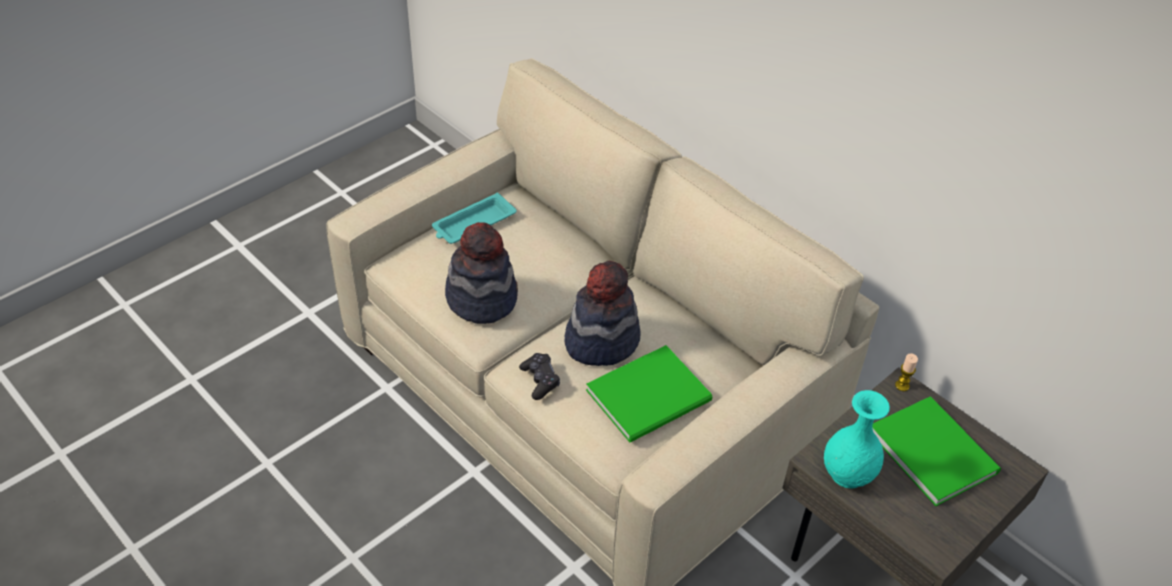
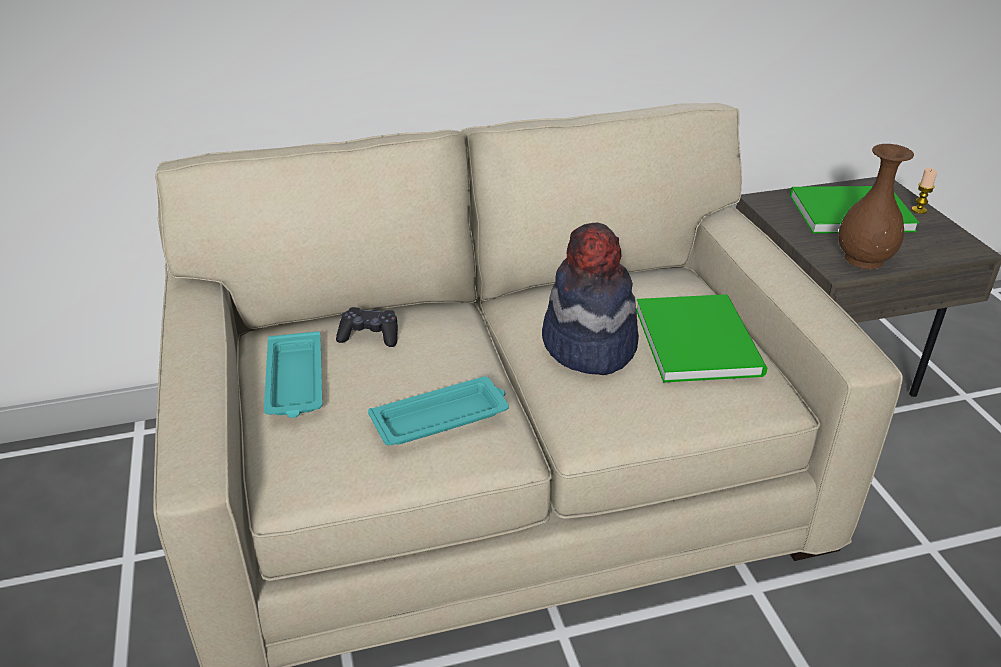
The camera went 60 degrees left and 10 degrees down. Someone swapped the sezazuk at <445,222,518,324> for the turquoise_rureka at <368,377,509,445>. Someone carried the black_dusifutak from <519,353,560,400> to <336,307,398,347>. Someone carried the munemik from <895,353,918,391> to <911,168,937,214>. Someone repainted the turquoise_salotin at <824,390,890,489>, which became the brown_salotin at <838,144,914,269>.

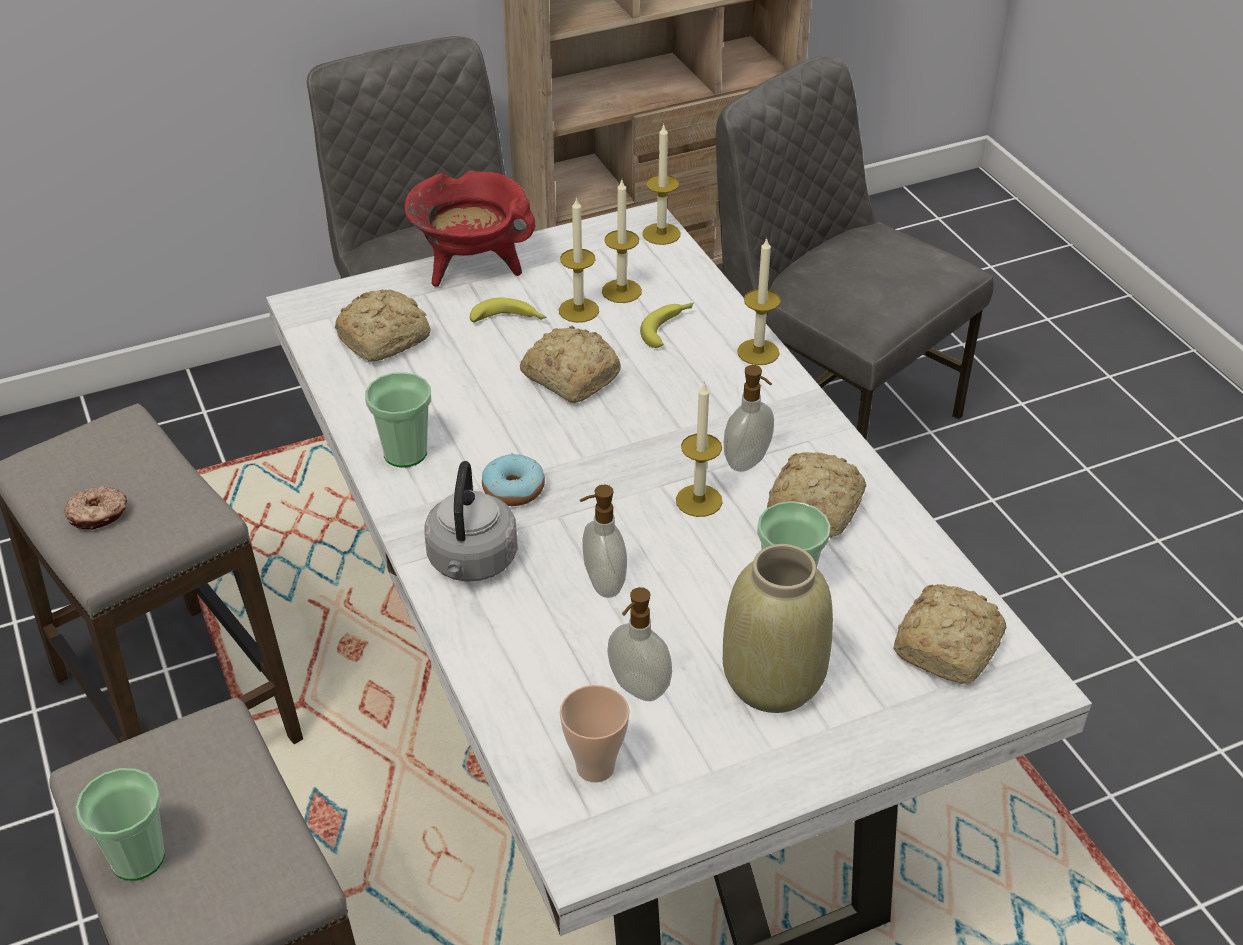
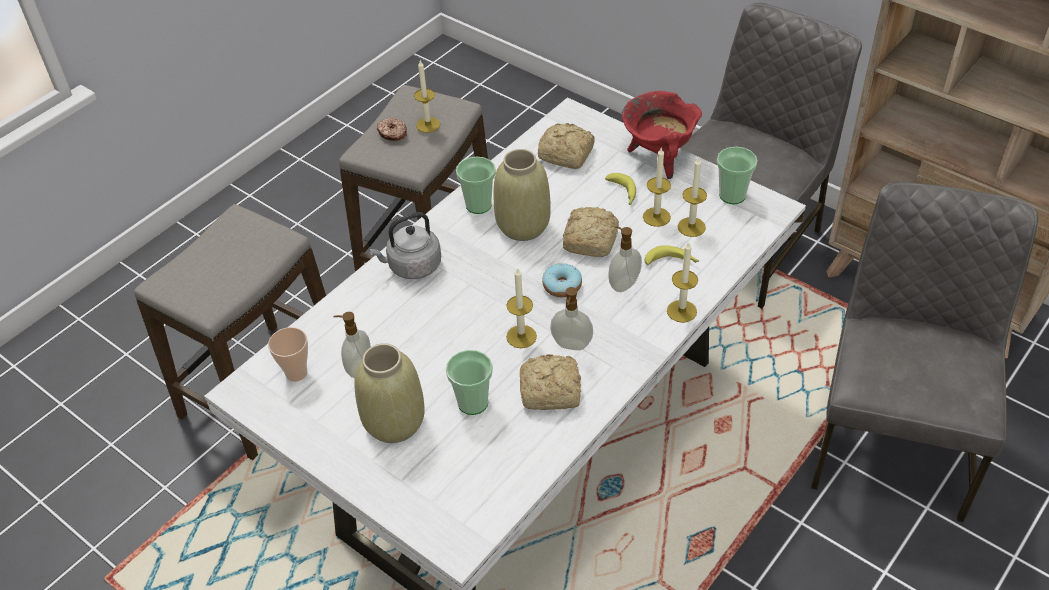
The camera went 65 degrees right and 5 degrees up. Someone carried the munemik from <643,125,681,245> to <414,60,440,133>. Someone carried the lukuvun from <482,453,545,506> to <542,264,582,297>. Someone carried the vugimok from <580,485,627,598> to <608,226,642,292>. Someone took away the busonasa at <893,584,1007,684>. Someone carried the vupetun from <76,768,165,881> to <717,147,758,204>. Someone put down the beige_salotin at <494,149,551,241>.

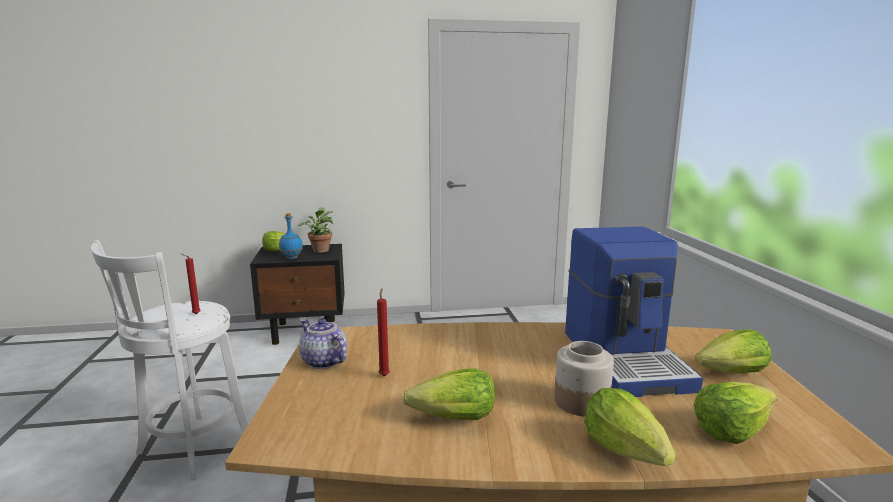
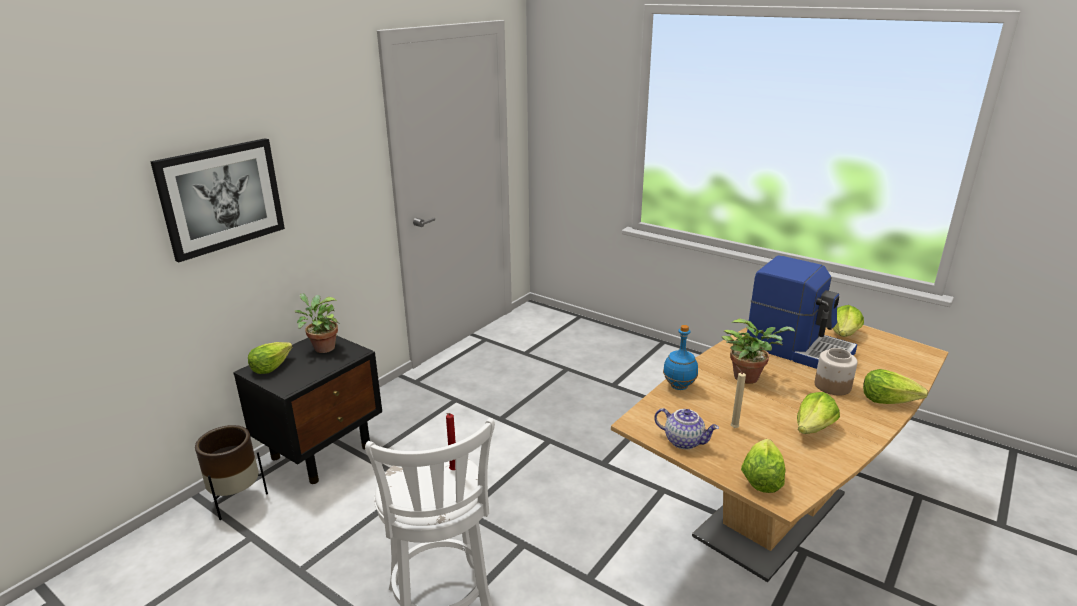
The camera went 45 degrees left and 10 degrees up. Someone carried the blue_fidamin from <279,213,303,259> to <663,325,698,390>. Someone repainted the red_munemik at <377,288,390,376>, which became the beige_munemik at <730,366,746,428>. Someone rotated the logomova at <299,319,347,369> by 150 degrees counterclockwise. Someone carried the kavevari from <694,382,777,444> to <741,439,786,493>. Someone put up the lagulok at <150,138,285,262>. Someone put down the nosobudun at <721,318,796,384>. Someone put down the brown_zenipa at <195,425,268,520>.

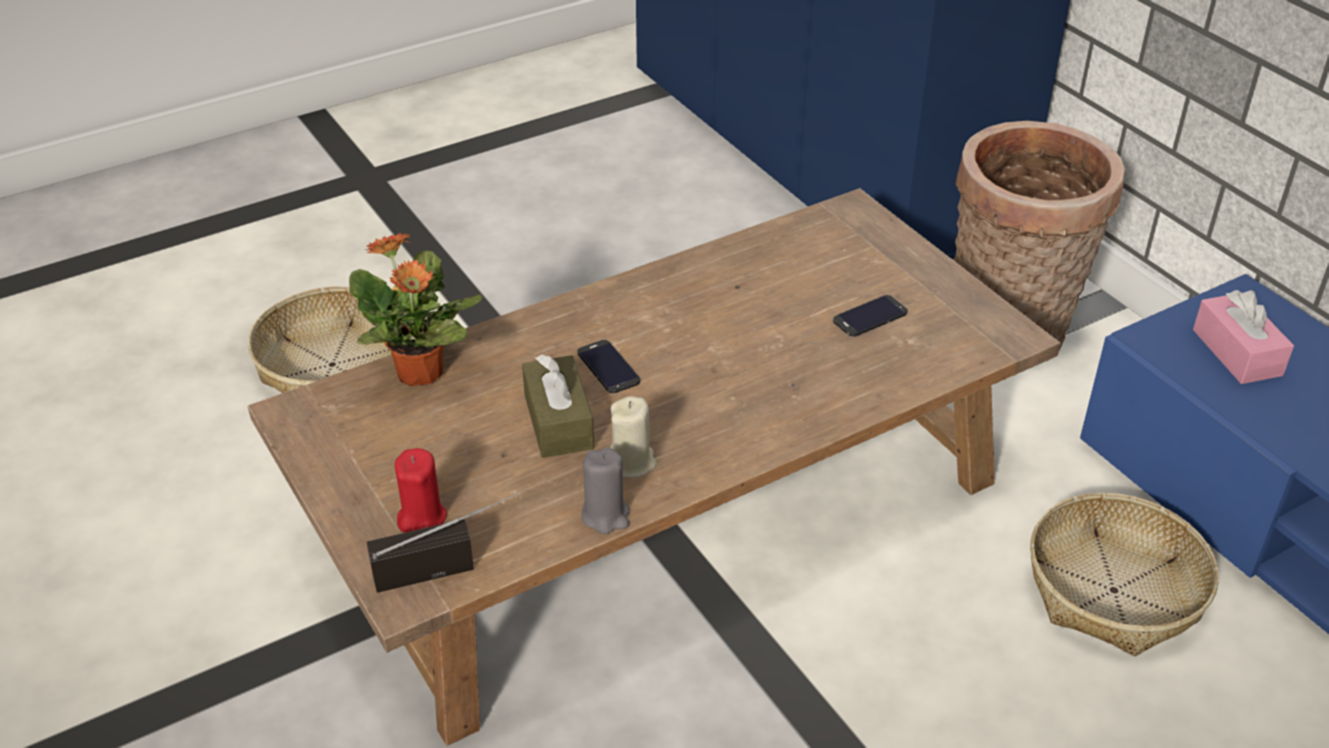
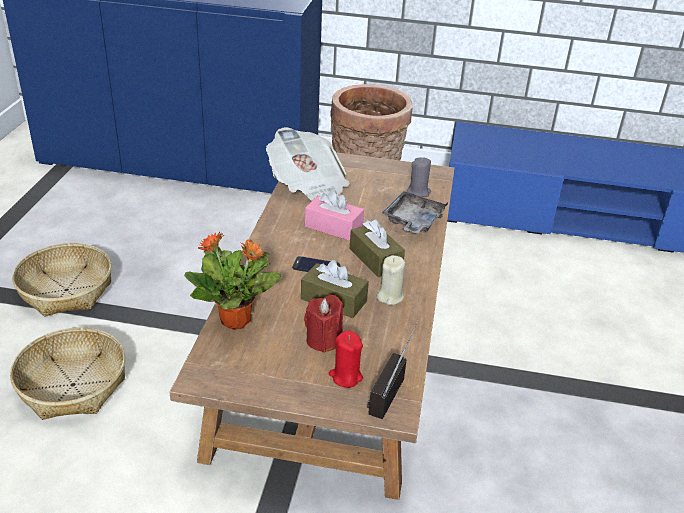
The camera went 50 degrees left and 5 degrees down. Someone carried the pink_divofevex from <1193,290,1294,384> to <305,190,364,241>. Someone took away the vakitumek at <833,295,908,337>. Someone carried the grey_munemik from <582,447,630,534> to <407,157,431,197>. Someone carried the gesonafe from <1030,493,1219,656> to <12,243,112,317>. Someone put down the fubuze at <266,127,350,201>. Someone put down the grey_rureka at <382,191,448,234>. Someone put down the brown_divofevex at <350,219,405,277>. Someone put down the red_munemik at <304,295,343,353>.

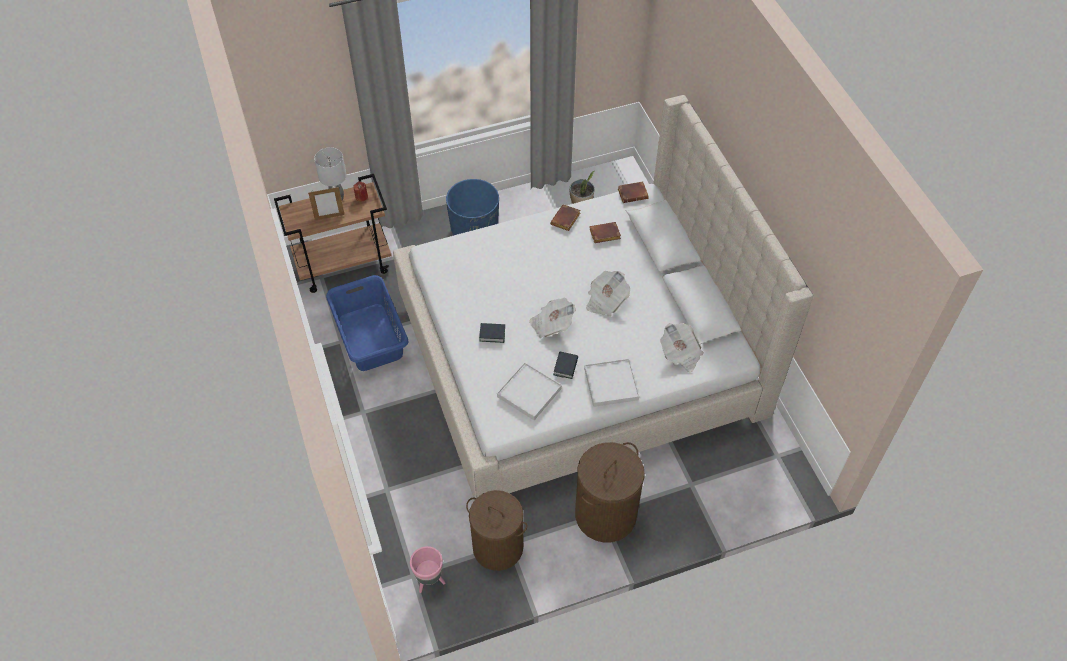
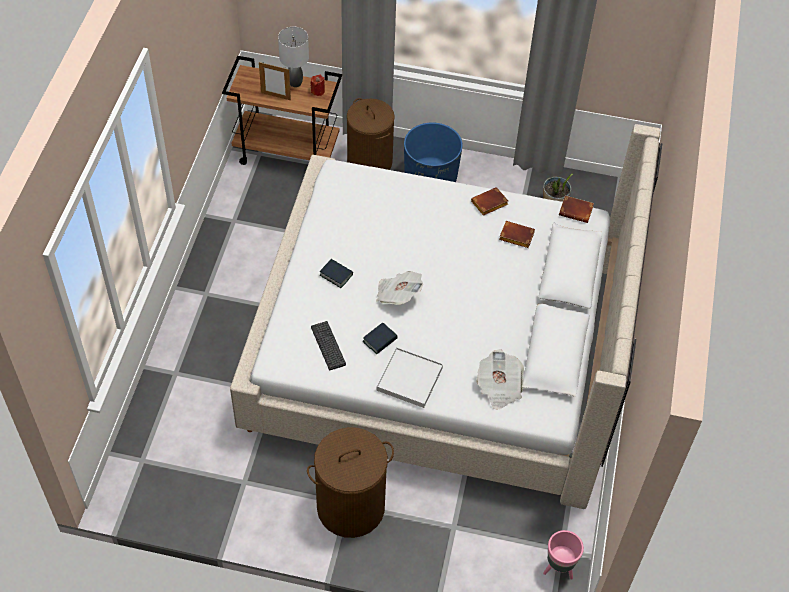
The camera went 30 degrees right and 0 degrees up. Someone took away the fubuze at <586,271,630,317>. Someone took away the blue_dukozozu at <326,275,409,371>. Someone swapped the white_rureka at <497,362,562,420> for the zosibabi at <311,321,346,370>. Someone carried the brown_dukozozu from <466,490,527,571> to <347,98,395,170>. Someone carried the pink_zenipa from <410,546,445,593> to <543,530,584,580>.

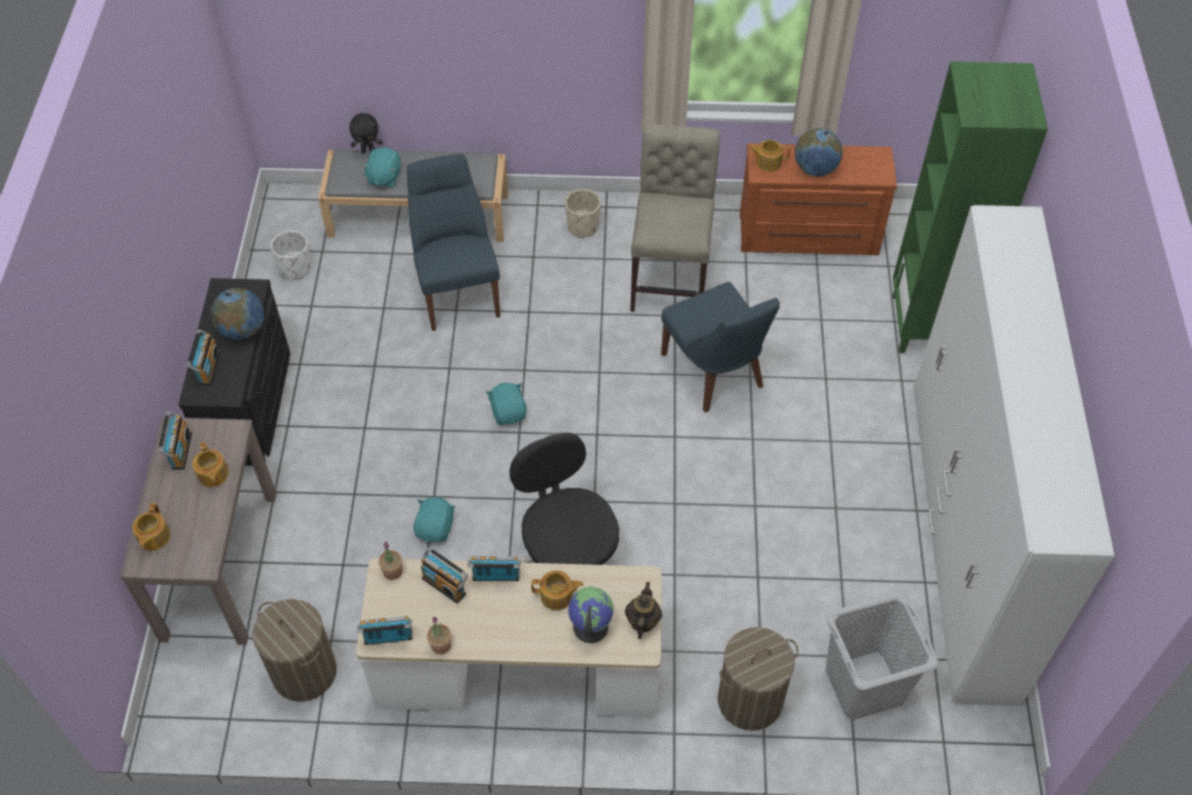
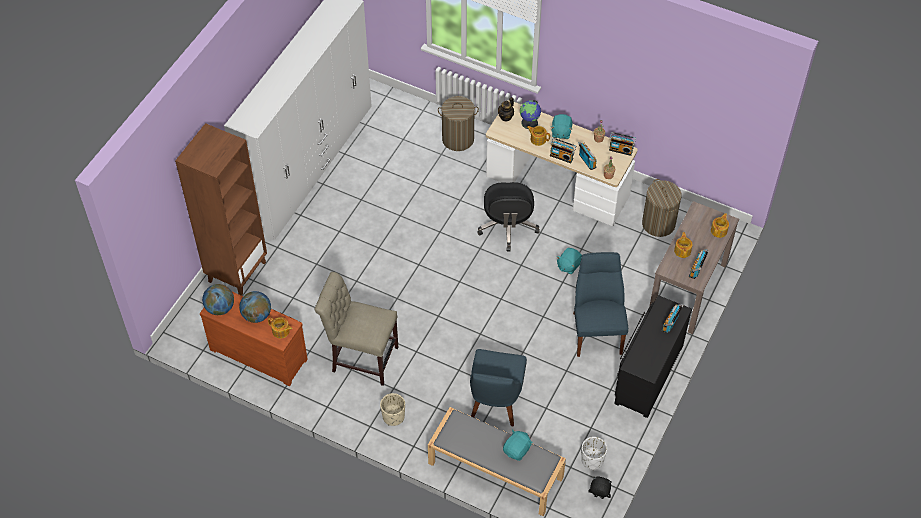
The camera went 155 degrees left and 0 degrees up. Someone repainted the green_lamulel at <893,61,1048,353>, which became the brown_lamulel at <175,123,267,296>. Someone carried the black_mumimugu from <349,113,383,154> to <589,477,611,499>. Someone rotated the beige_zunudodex at <631,123,720,312> by 75 degrees clockwise. Someone carried the blue_zunudodex from <661,282,780,413> to <573,252,628,357>. Someone carried the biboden from <211,288,264,340> to <202,284,234,315>. Someone carried the turquoise_mumimugu from <486,383,527,425> to <551,114,572,139>. Someone took away the grey_dukozozu at <826,592,939,720>.

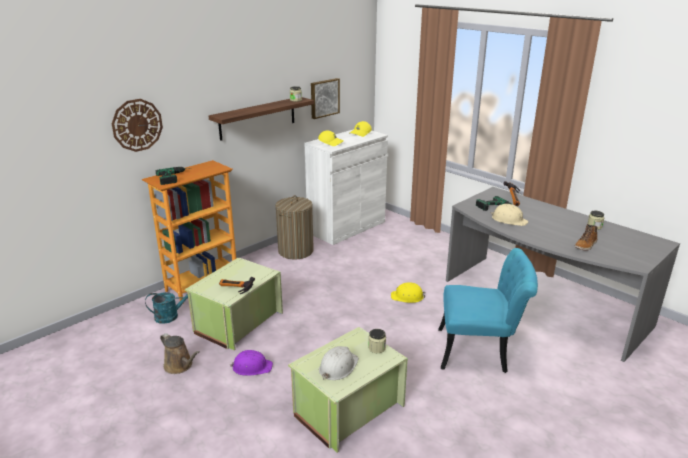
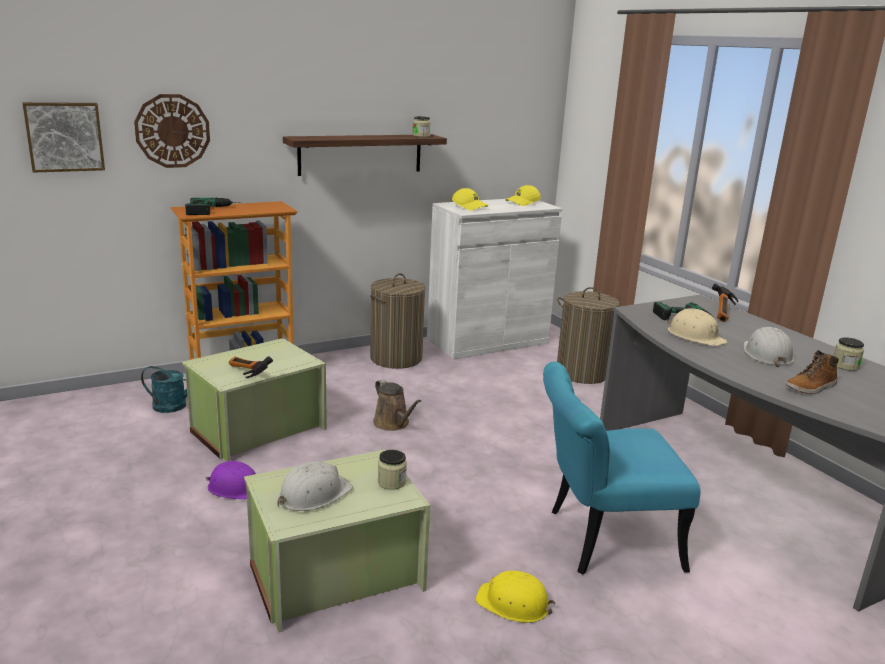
The camera went 15 degrees right and 5 degrees down. Someone carried the lagulok from <311,78,340,119> to <22,102,105,173>. Someone rotated the turquoise_zunudodex at <438,248,538,373> by 150 degrees clockwise. Someone carried the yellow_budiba from <391,282,426,303> to <475,571,555,623>. Someone carried the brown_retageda from <160,333,200,374> to <373,379,421,431>. Someone put down the dukozozu at <557,287,620,384>. Someone put down the white_budiba at <744,327,794,367>.

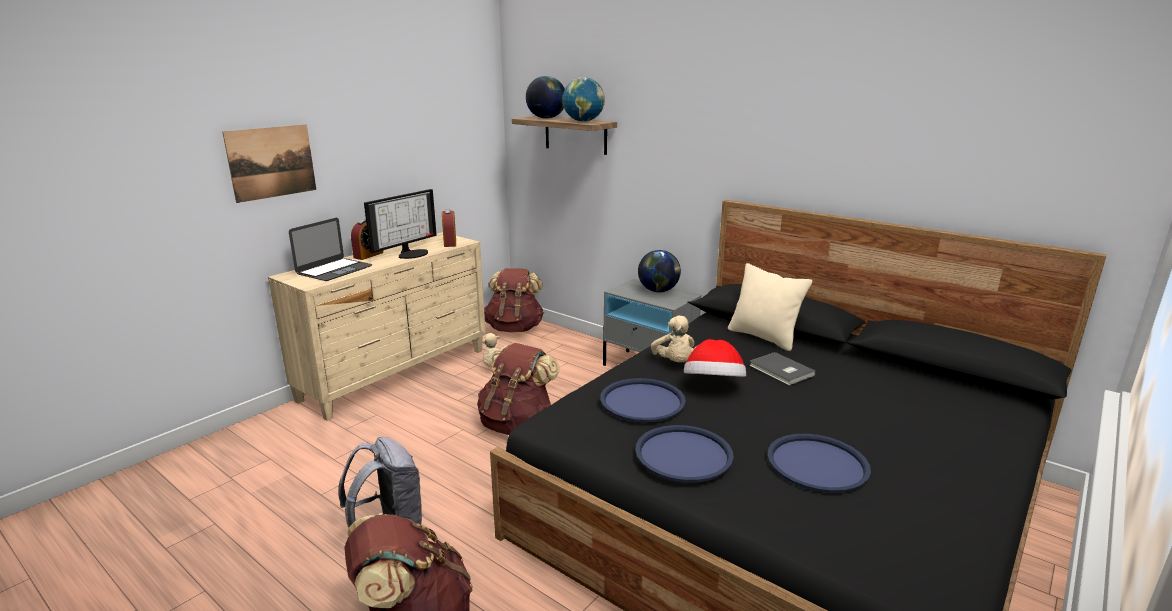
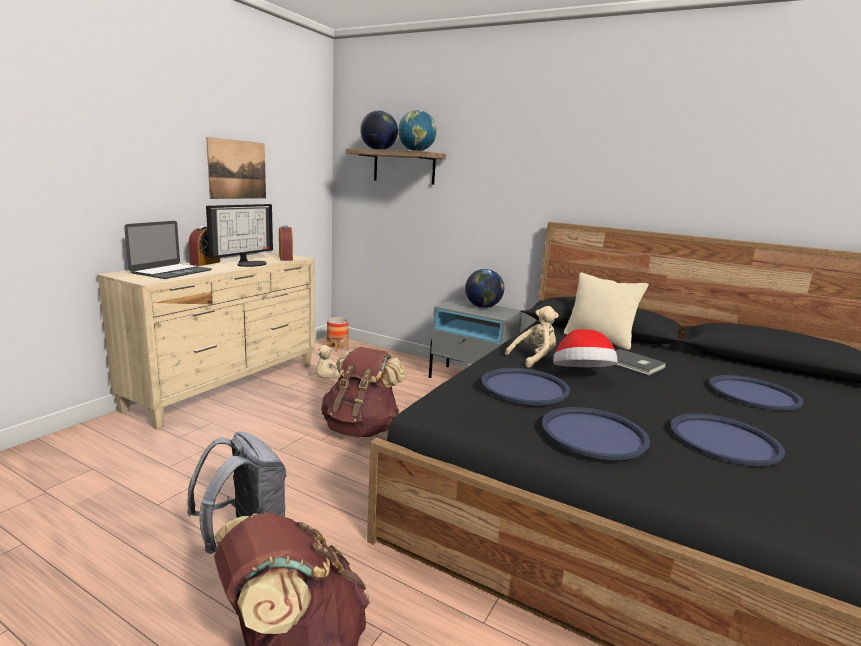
The camera went 10 degrees left and 5 degrees down. Someone carried the lagulok from <222,124,316,203> to <206,137,266,199>. Someone swapped the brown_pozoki at <484,268,544,332> for the zenipa at <326,317,349,352>. Someone rotated the beige_mumimugu at <651,316,697,362> by 105 degrees counterclockwise. Someone put down the blue_rureka at <709,375,804,411>.

